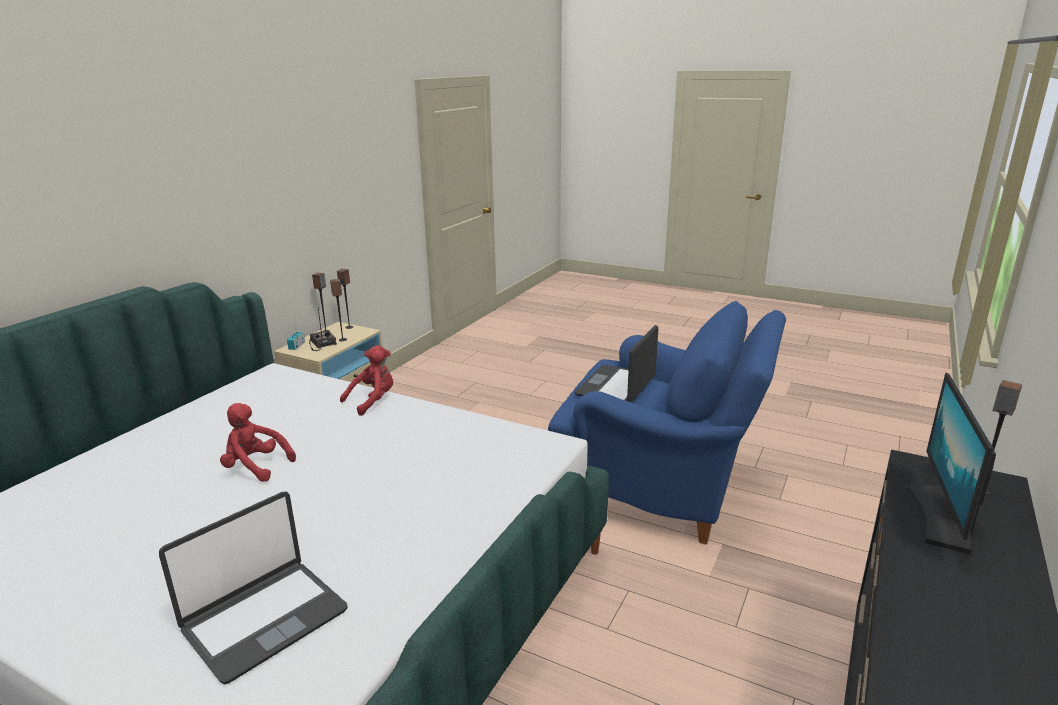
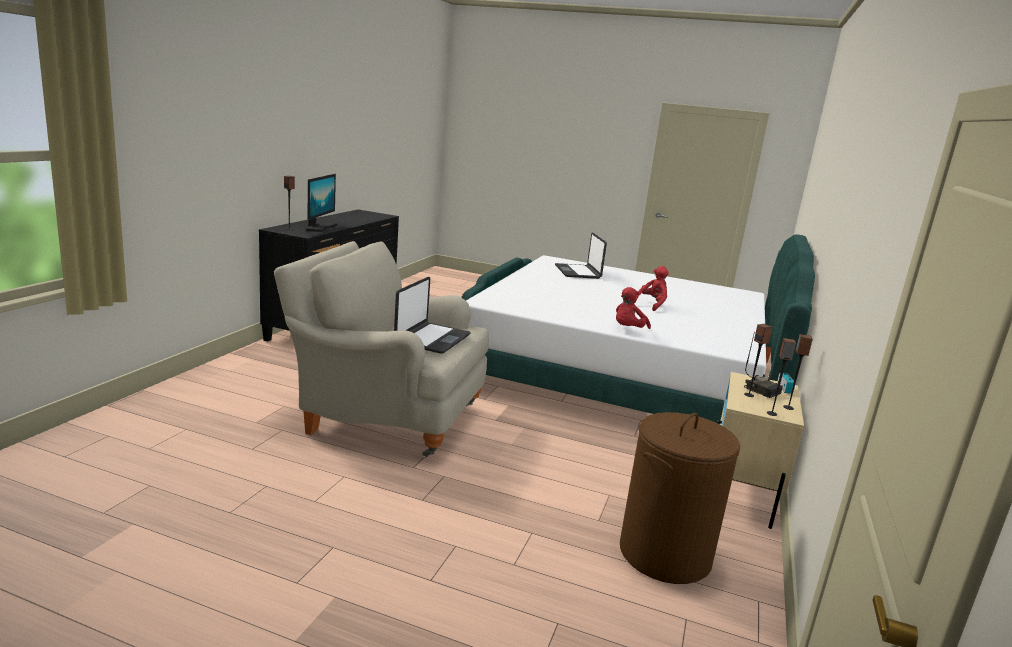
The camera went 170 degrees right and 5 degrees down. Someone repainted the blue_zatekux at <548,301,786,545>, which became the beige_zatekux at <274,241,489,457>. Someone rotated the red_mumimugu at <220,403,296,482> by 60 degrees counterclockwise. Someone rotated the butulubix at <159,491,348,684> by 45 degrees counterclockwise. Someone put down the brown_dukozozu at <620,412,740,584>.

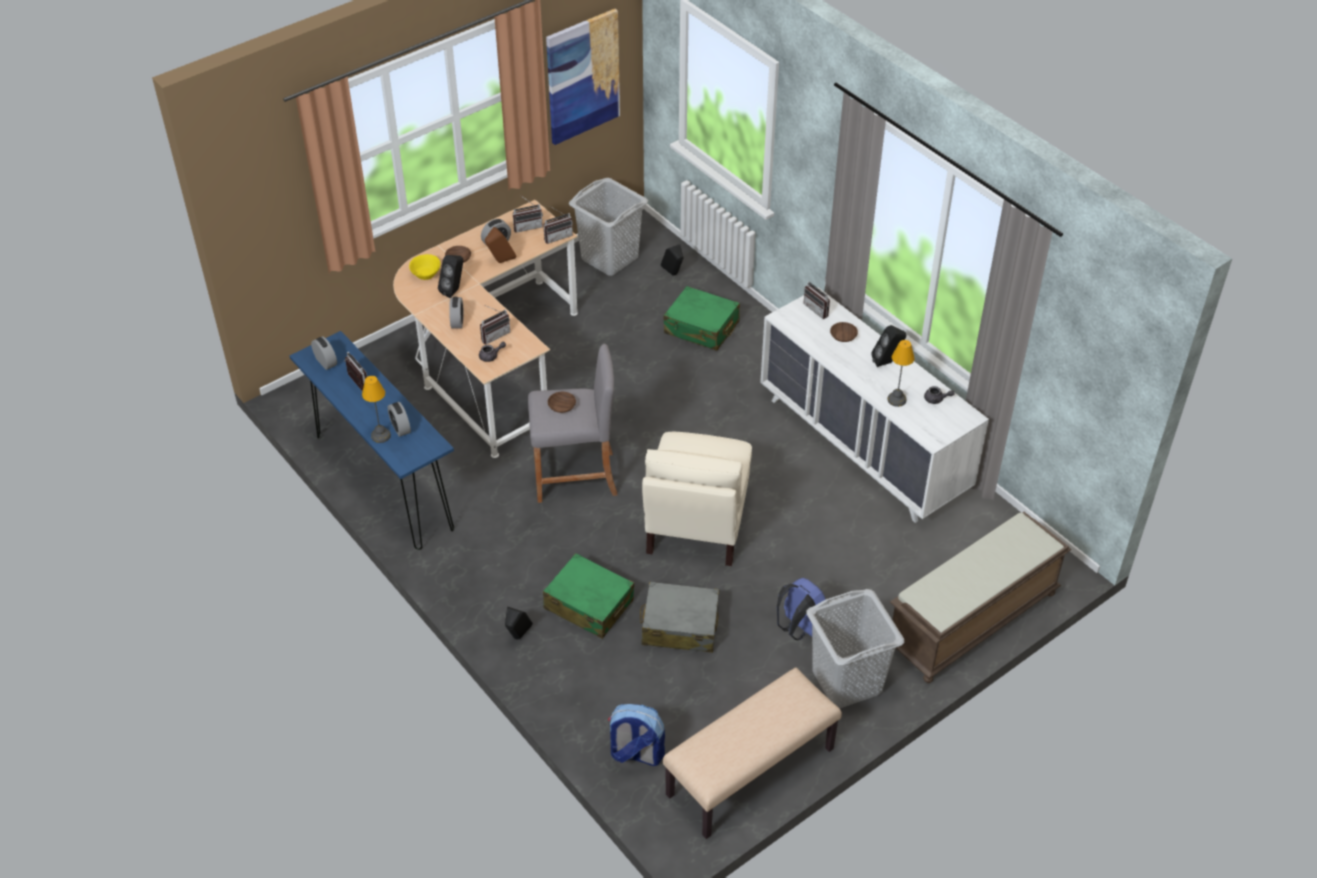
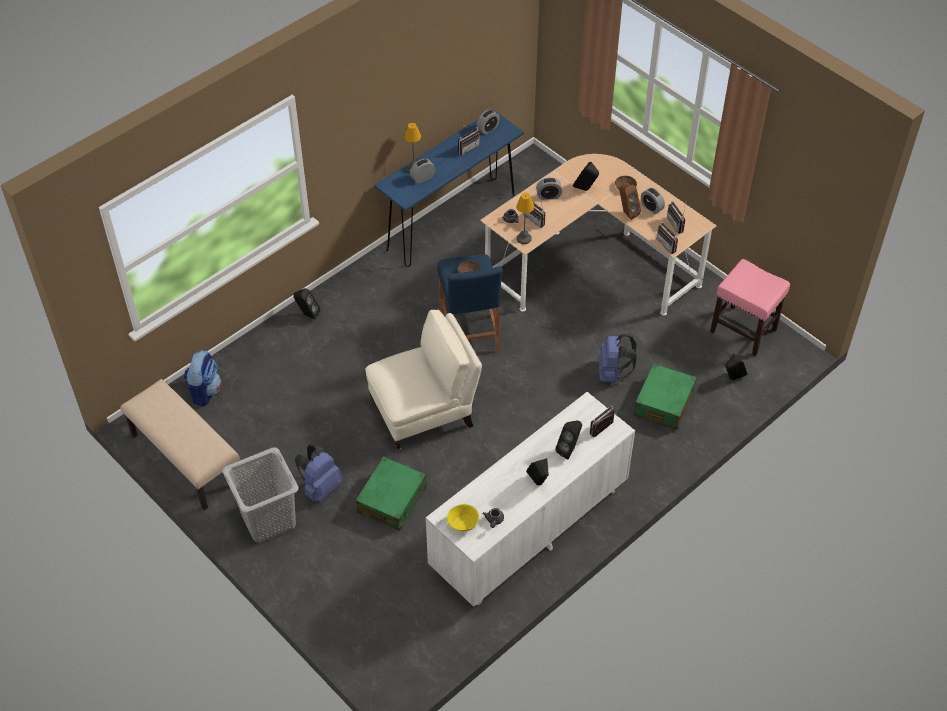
The camera went 85 degrees right and 5 degrees up. Someone took away the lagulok at <546,9,620,145>. Someone swapped the grey_dukozozu at <569,178,648,276> for the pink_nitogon at <710,259,790,356>. Someone carried the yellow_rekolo from <409,254,441,280> to <447,504,479,531>. Someone swapped the brown_rekolo at <830,322,858,342> for the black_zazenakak at <555,421,582,459>. Someone carried the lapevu from <887,340,915,407> to <516,193,534,244>. Someone repainted the grey_nitogon at <528,344,618,503>, which became the blue_nitogon at <437,255,503,354>. Someone rotated the beige_zatekux at <642,432,752,566> by 150 degrees clockwise. Someone took away the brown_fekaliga at <890,512,1071,683>. Someone carried the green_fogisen from <543,553,634,639> to <356,456,427,531>. Someone took away the grey_fogisen at <640,581,719,653>. Someone put down the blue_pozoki at <599,334,637,382>.

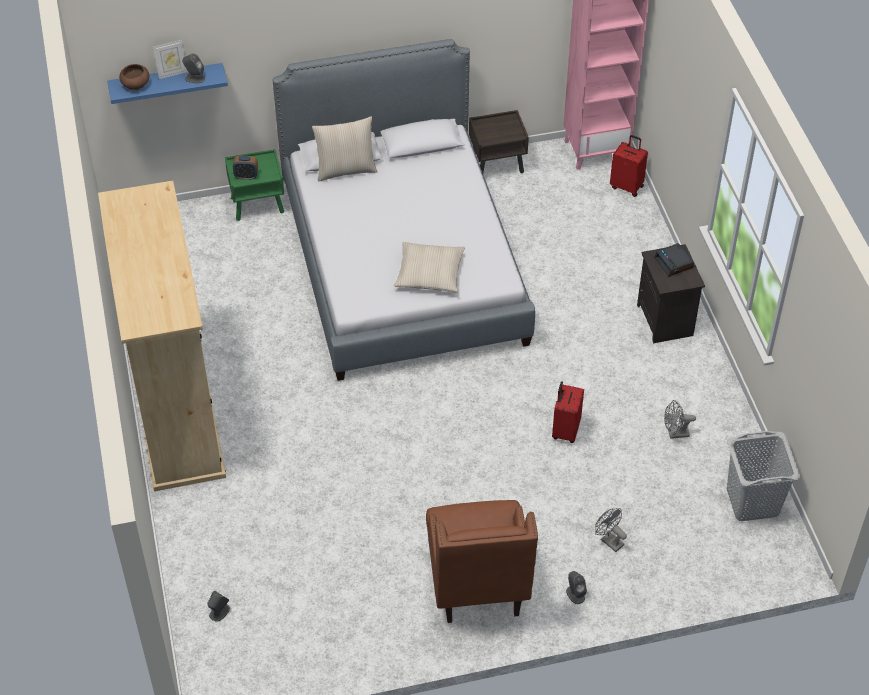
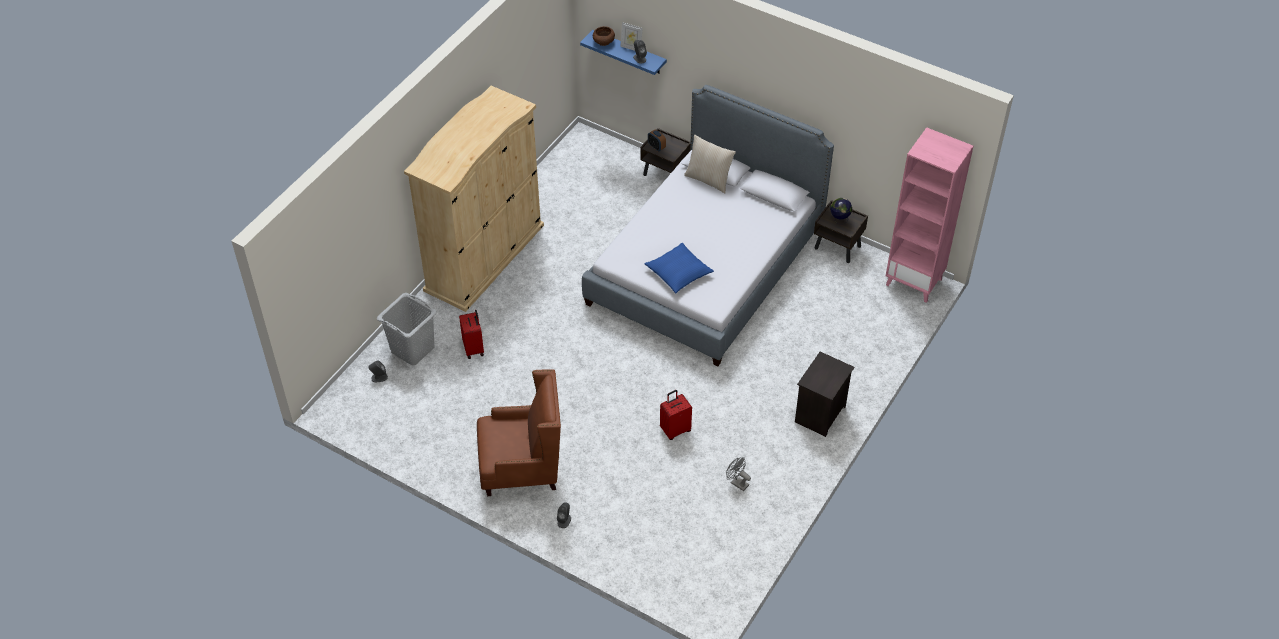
The camera went 45 degrees right and 0 degrees up. Someone carried the red_fogisen from <610,135,648,197> to <459,310,484,359>. Someone repainted the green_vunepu at <225,149,284,221>, which became the brown_vunepu at <641,128,691,176>. Someone repainted the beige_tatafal at <394,242,465,293>, which became the blue_tatafal at <645,243,714,293>. Someone took away the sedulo at <654,243,694,277>. Someone carried the grey_dukozozu from <727,431,800,521> to <377,293,437,366>. Someone rotated the brown_zatekux at <426,500,538,623> by 135 degrees counterclockwise. Someone took away the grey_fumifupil at <595,508,627,552>. Someone put down the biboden at <830,198,852,224>.

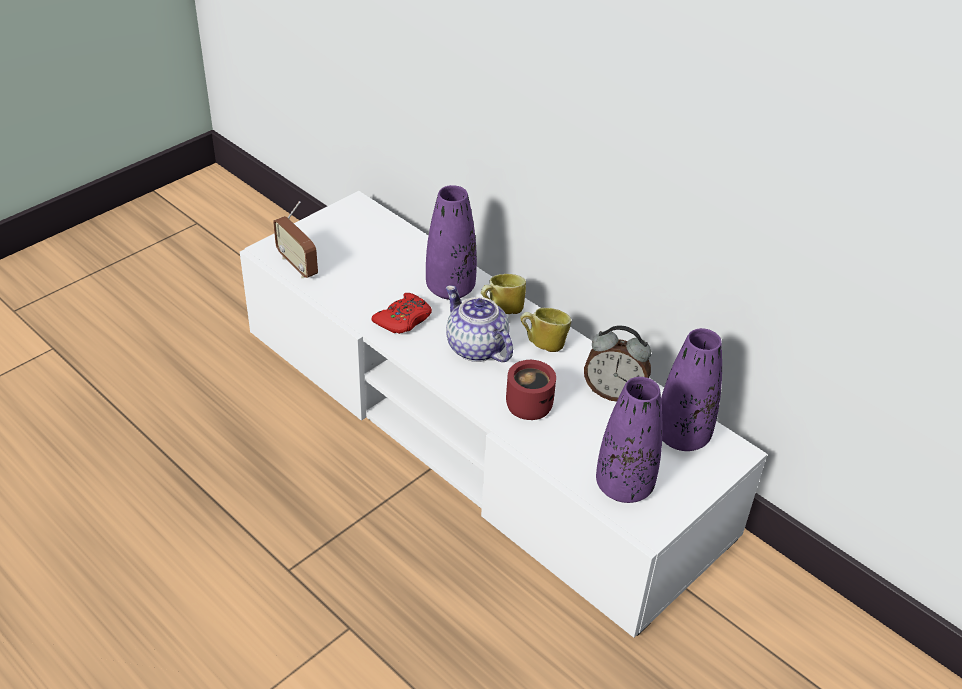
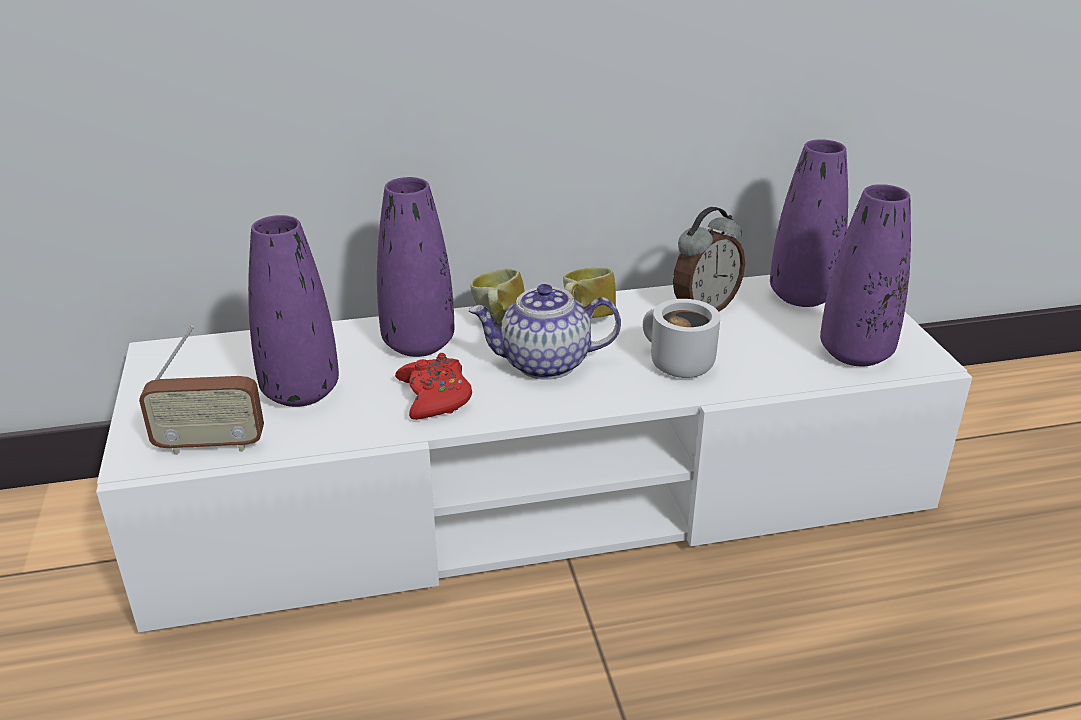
The camera went 55 degrees left and 10 degrees down. Someone repainted the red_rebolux at <506,360,556,420>, which became the white_rebolux at <643,299,720,378>. Someone put down the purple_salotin at <248,215,339,407>.

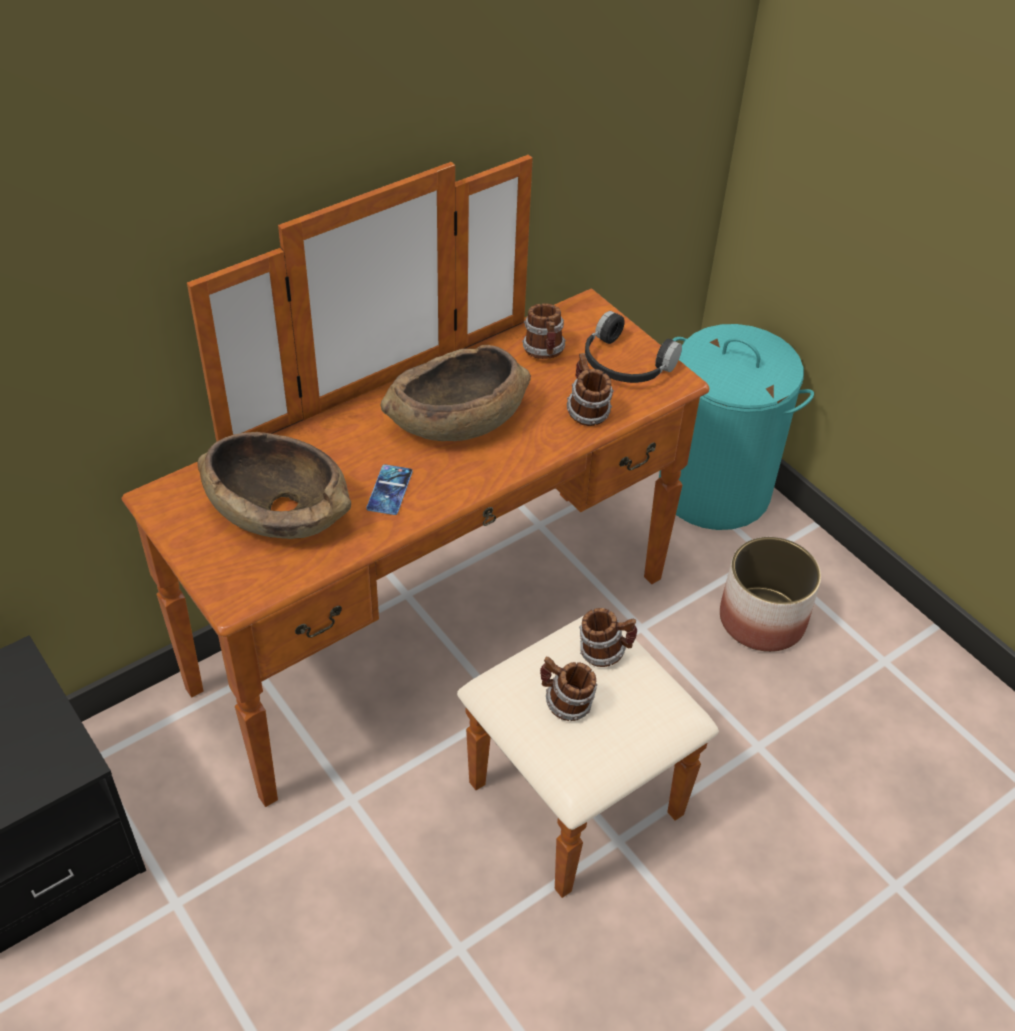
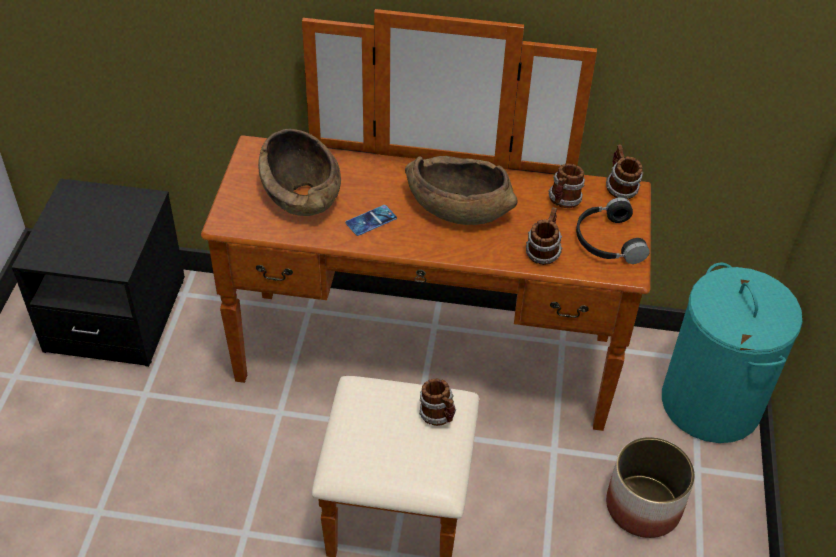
The camera went 45 degrees right and 0 degrees up. Someone carried the rebolux from <540,657,597,721> to <606,144,643,199>.

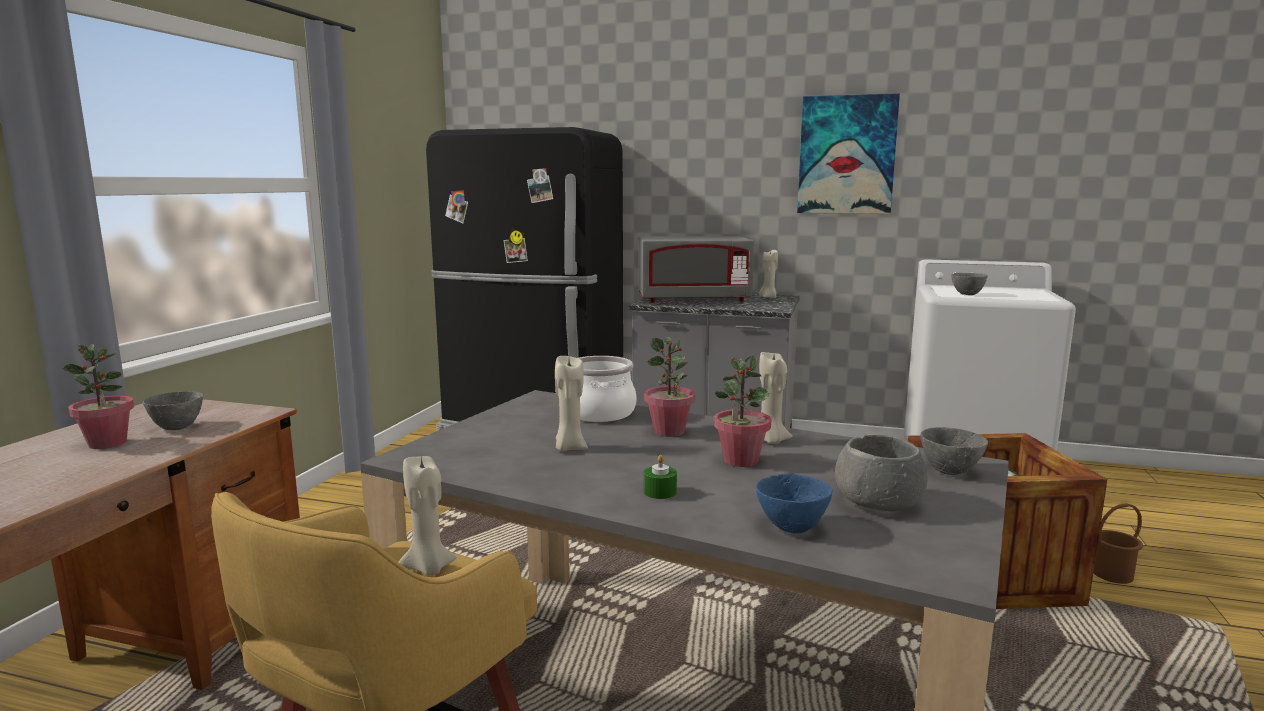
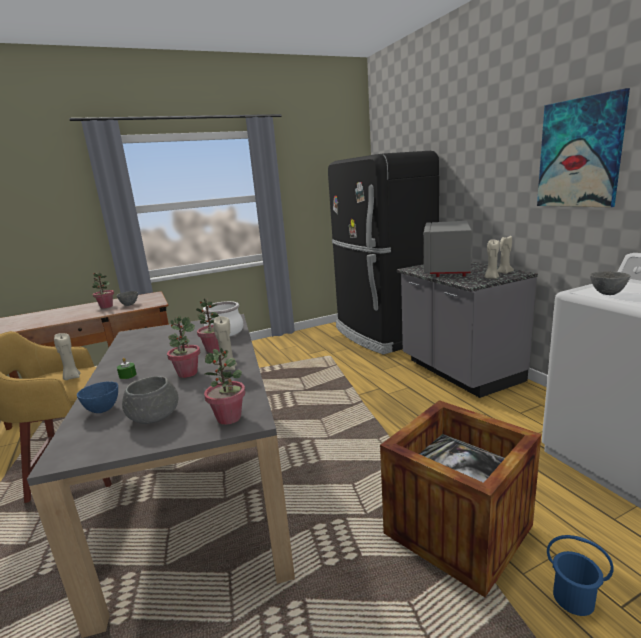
The camera went 50 degrees right and 5 degrees up. Someone rotated the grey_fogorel at <638,236,754,302> by 60 degrees clockwise. Someone carried the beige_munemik from <555,356,588,451> to <484,239,500,279>. Someone swapped the grey_rekolo at <921,427,988,475> for the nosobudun at <204,348,246,425>. Someone repainted the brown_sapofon at <1093,504,1143,584>, which became the blue_sapofon at <547,535,614,616>.

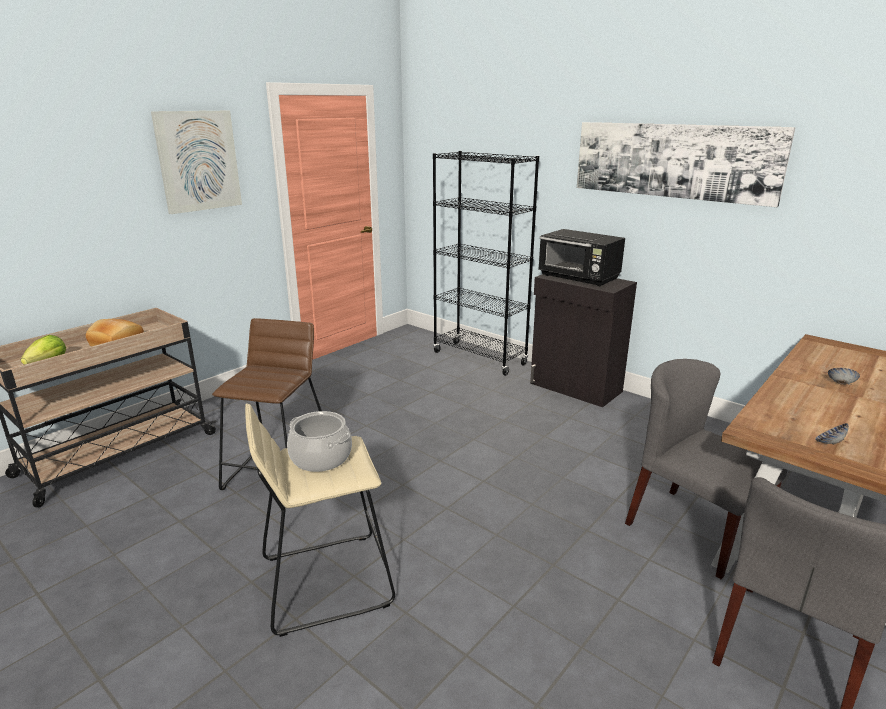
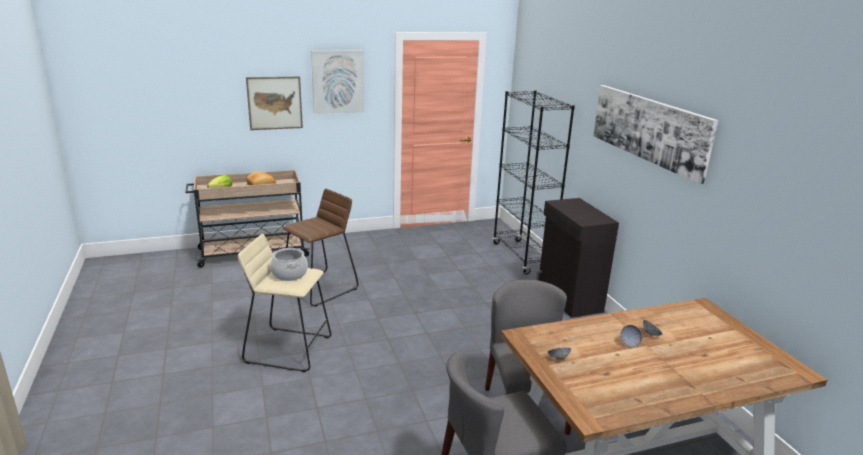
The camera went 30 degrees right and 0 degrees up. Someone took away the black_fogorel at <538,229,625,287>. Someone put up the lagulok at <246,77,303,130>. Someone put down the rekolo at <620,325,642,347>.

